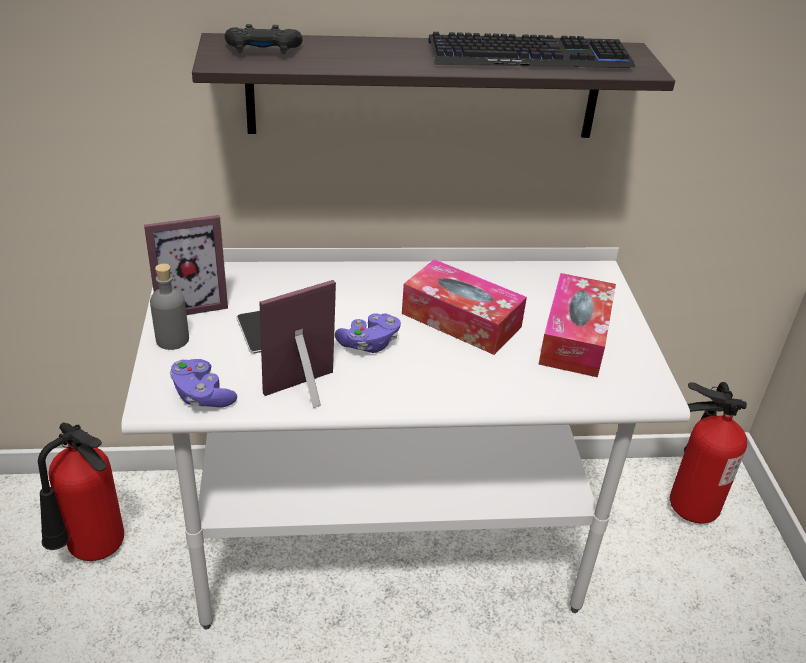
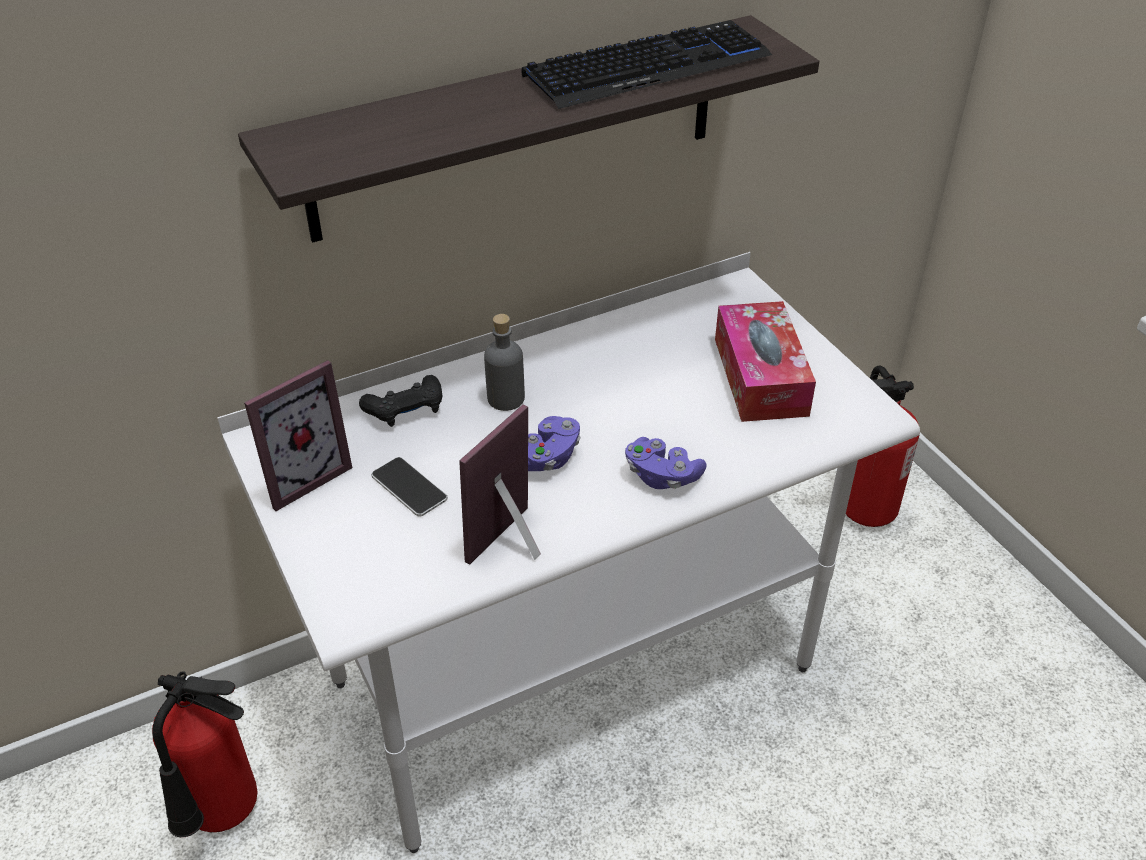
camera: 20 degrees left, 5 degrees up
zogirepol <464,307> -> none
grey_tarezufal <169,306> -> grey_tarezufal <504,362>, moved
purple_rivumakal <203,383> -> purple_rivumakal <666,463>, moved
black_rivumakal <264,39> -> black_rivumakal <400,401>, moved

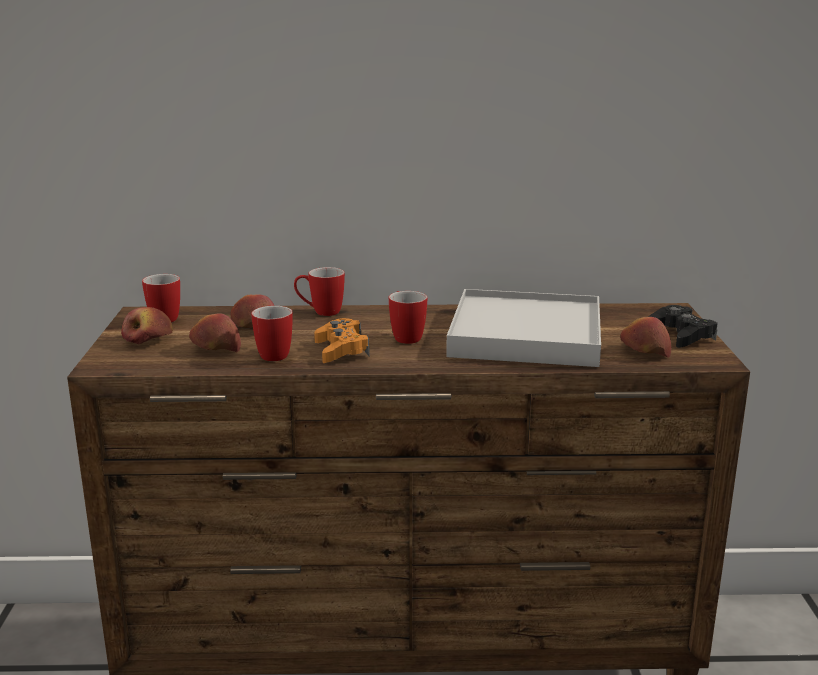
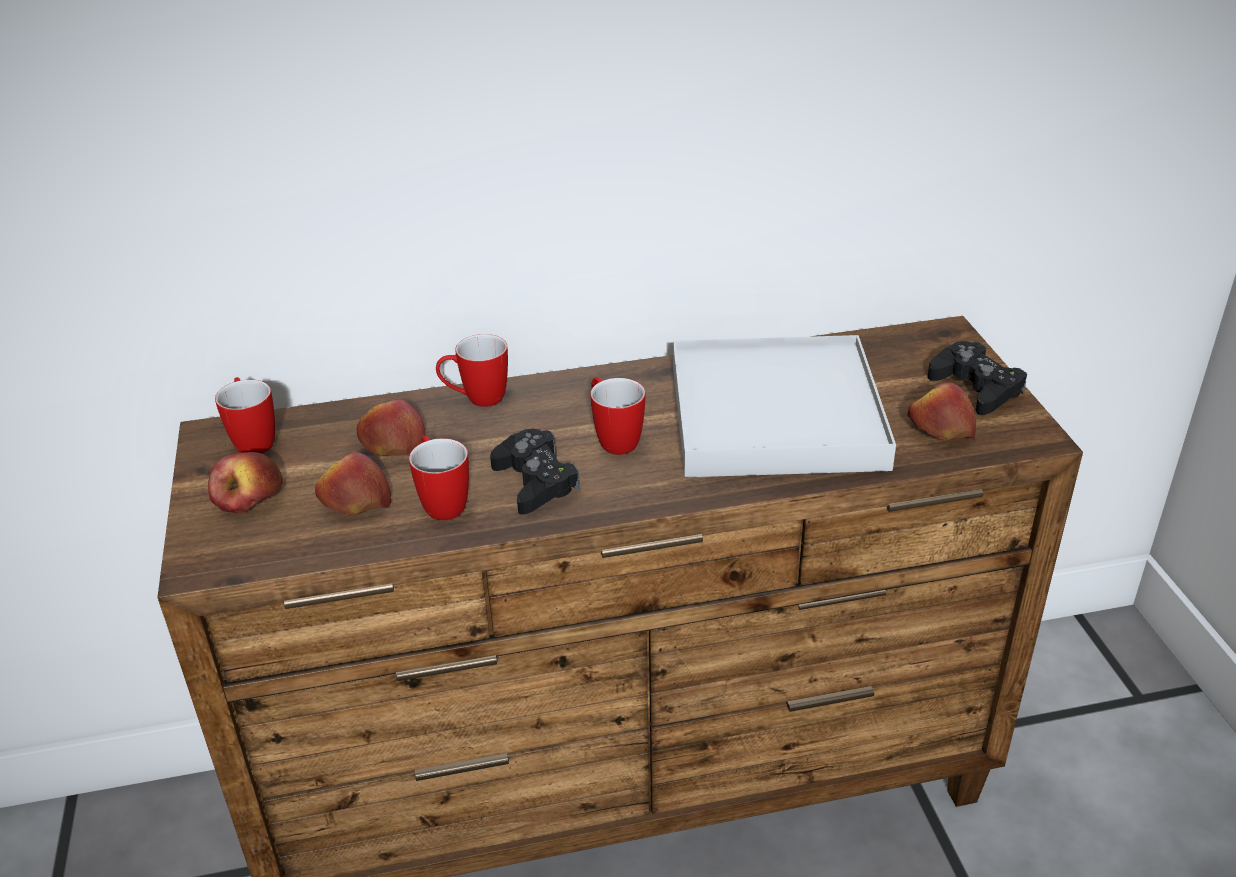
camera: 10 degrees left, 15 degrees up
orange_rivumakal <342,340> -> black_rivumakal <535,472>

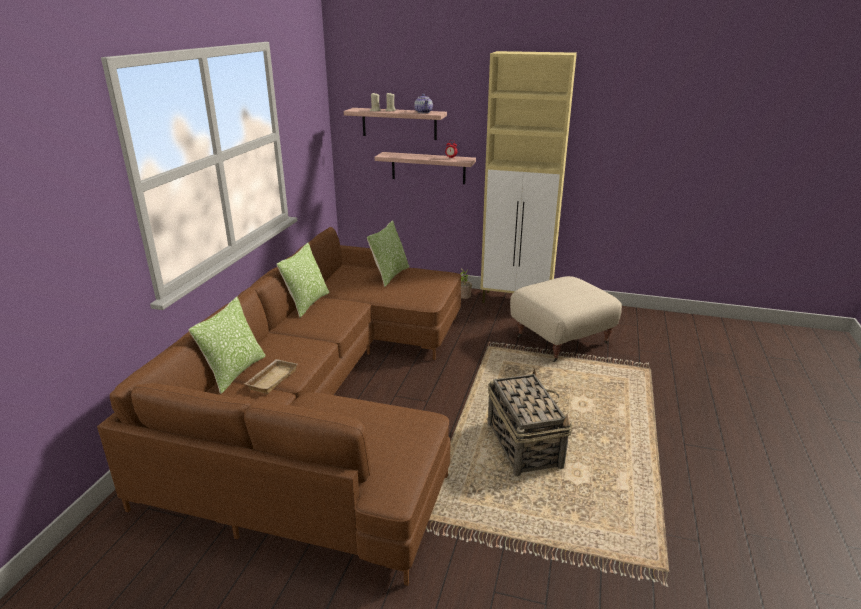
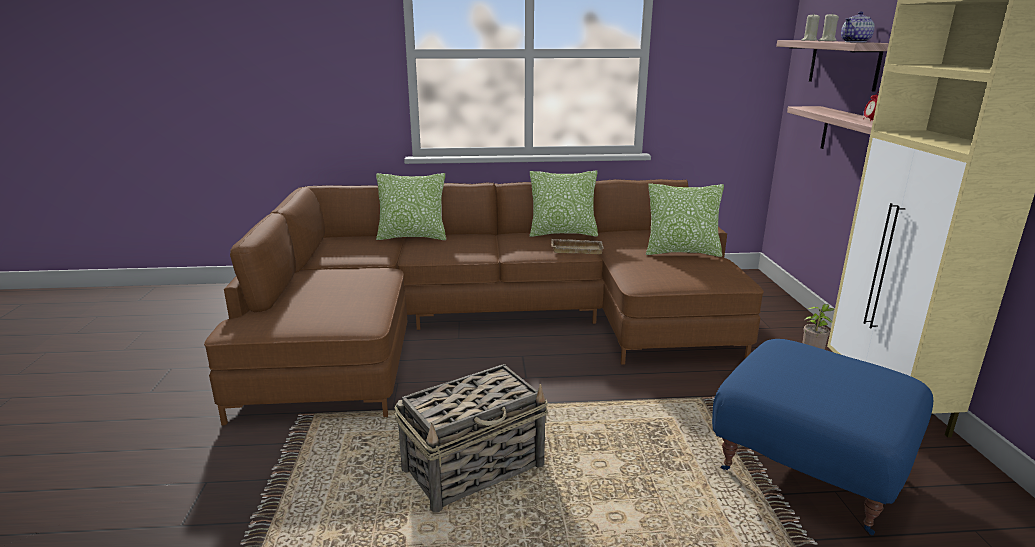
camera: 70 degrees right, 5 degrees down
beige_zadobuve <270,376> -> beige_zadobuve <577,246>, moved
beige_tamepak <566,319> -> blue_tamepak <822,437>

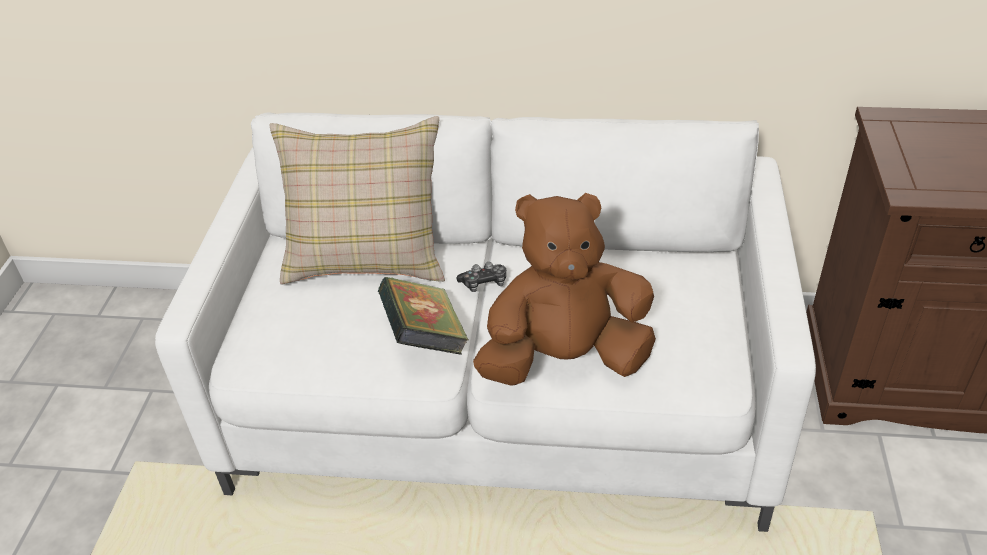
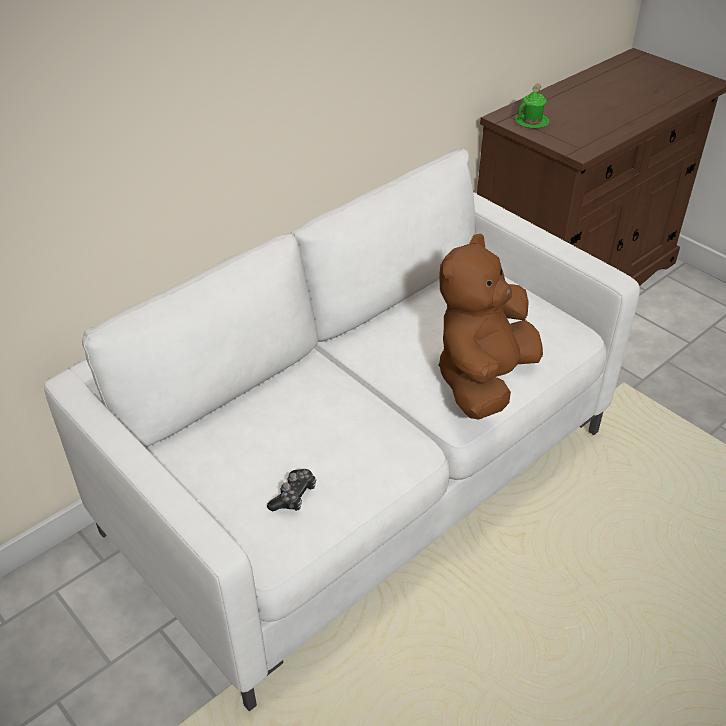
camera: 50 degrees left, 0 degrees up
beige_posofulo <357,200> -> none
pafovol <423,316> -> none
none -> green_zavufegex <532,106>
rivumakal <481,277> -> rivumakal <291,490>, moved

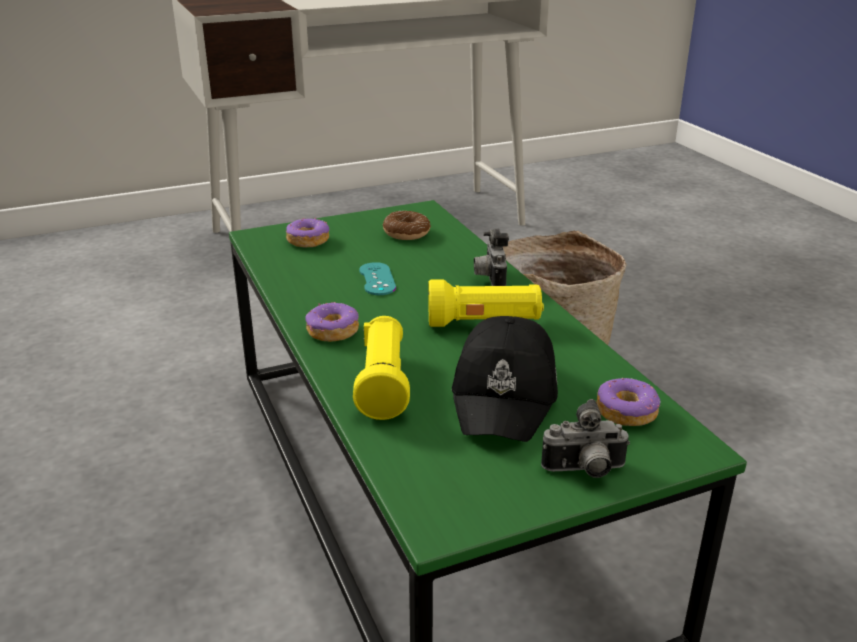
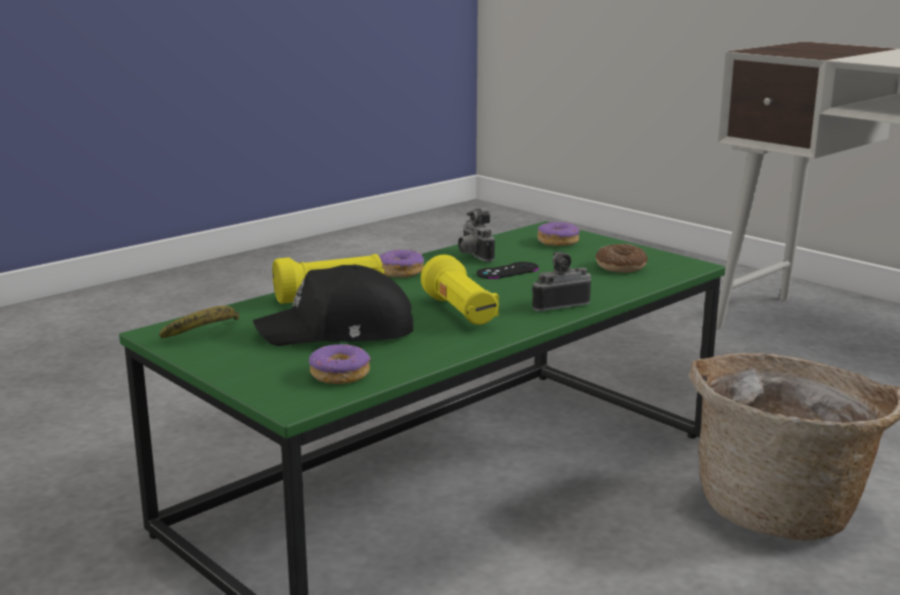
camera: 70 degrees right, 10 degrees down
none -> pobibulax <199,322>
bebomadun <585,438> -> bebomadun <476,235>, moved
turquoise_rivumakal <377,278> -> black_rivumakal <507,270>

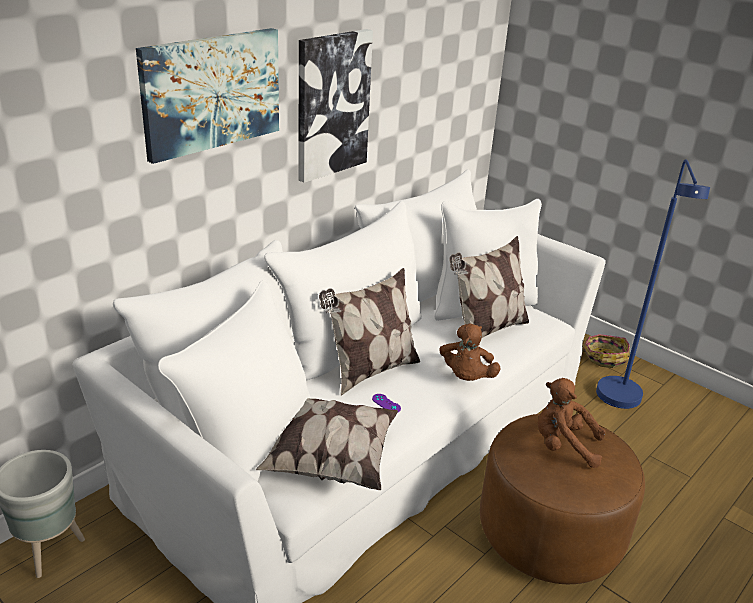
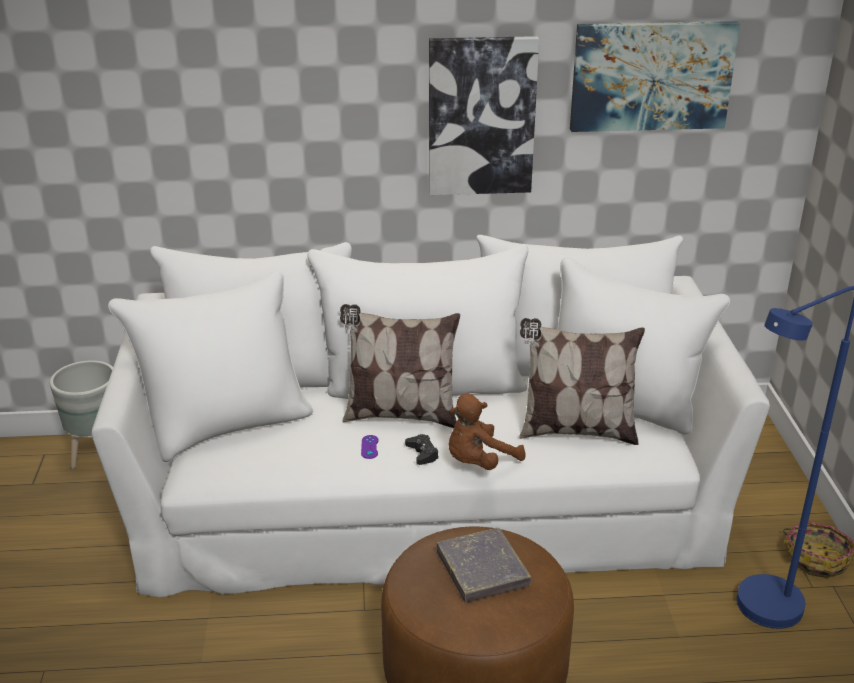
camera: 45 degrees right, 0 degrees up
posofulo <327,444> -> none
none -> black_rivumakal <422,449>
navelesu <207,96> -> navelesu <655,76>, moved
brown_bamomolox <572,423> -> grey_pafovol <483,565>

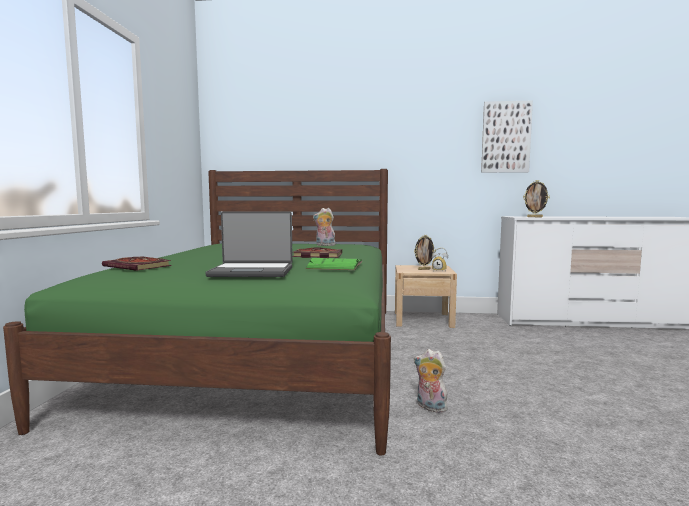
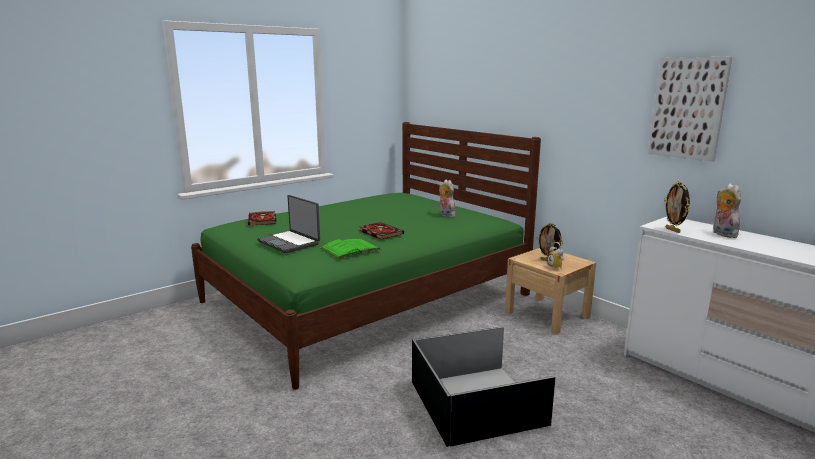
camera: 45 degrees right, 10 degrees up
none -> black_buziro <484,386>
bamomolox <431,381> -> bamomolox <727,211>, moved

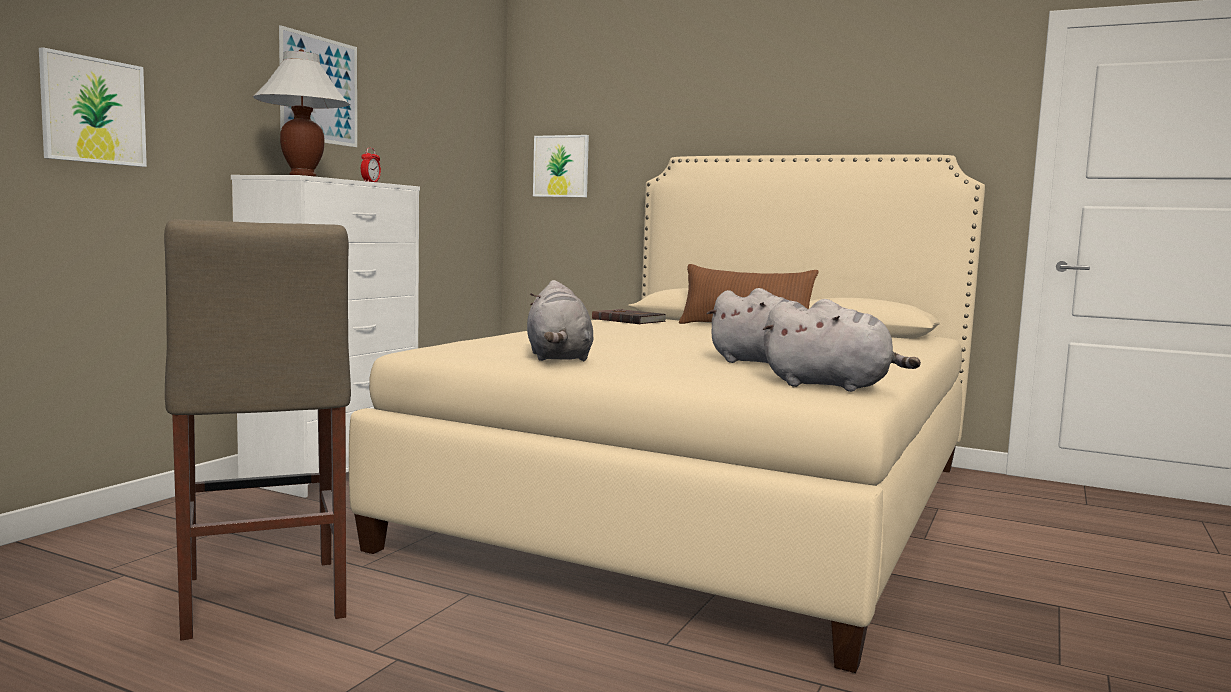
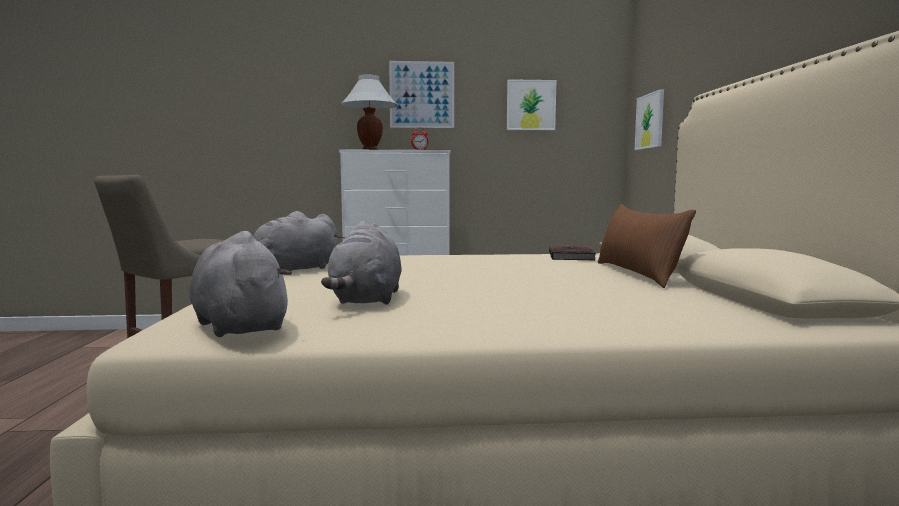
camera: 60 degrees right, 0 degrees up
navelesu <93,107> -> navelesu <531,104>, moved
grey_bamomolox <842,345> -> grey_bamomolox <241,284>, 150 degrees clockwise

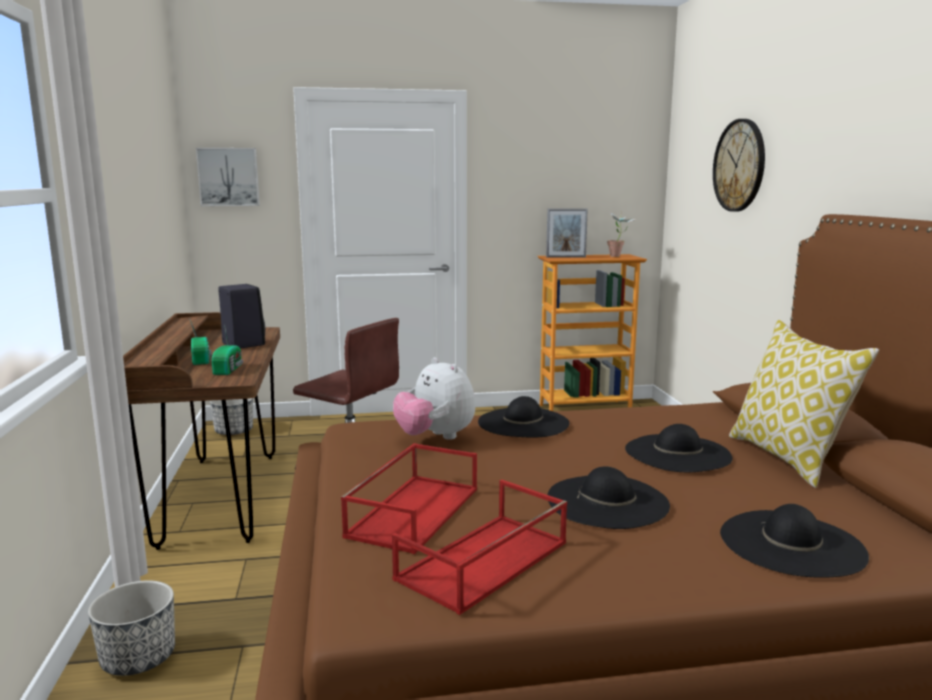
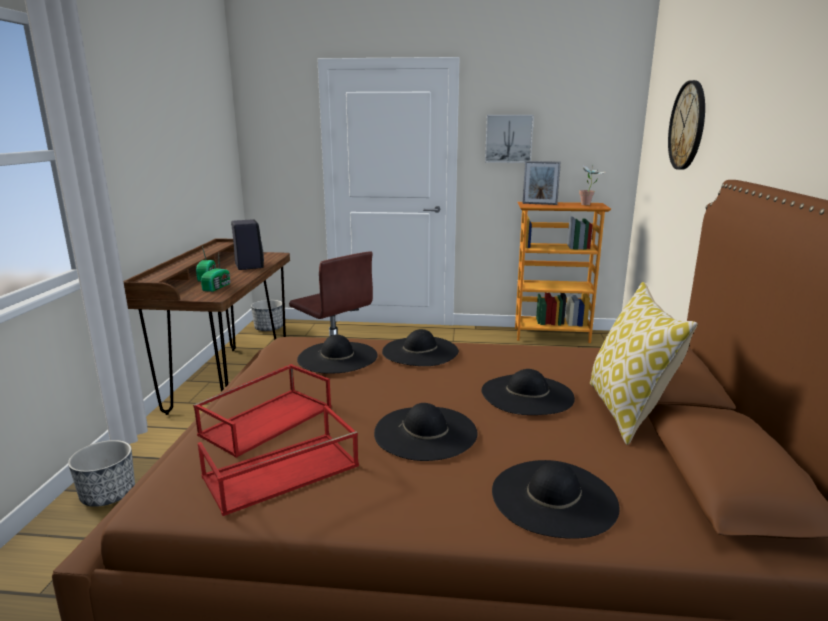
camera: 15 degrees right, 5 degrees up
navelesu <228,177> -> navelesu <509,139>, moved
bamomolox <434,398> -> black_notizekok <337,353>

